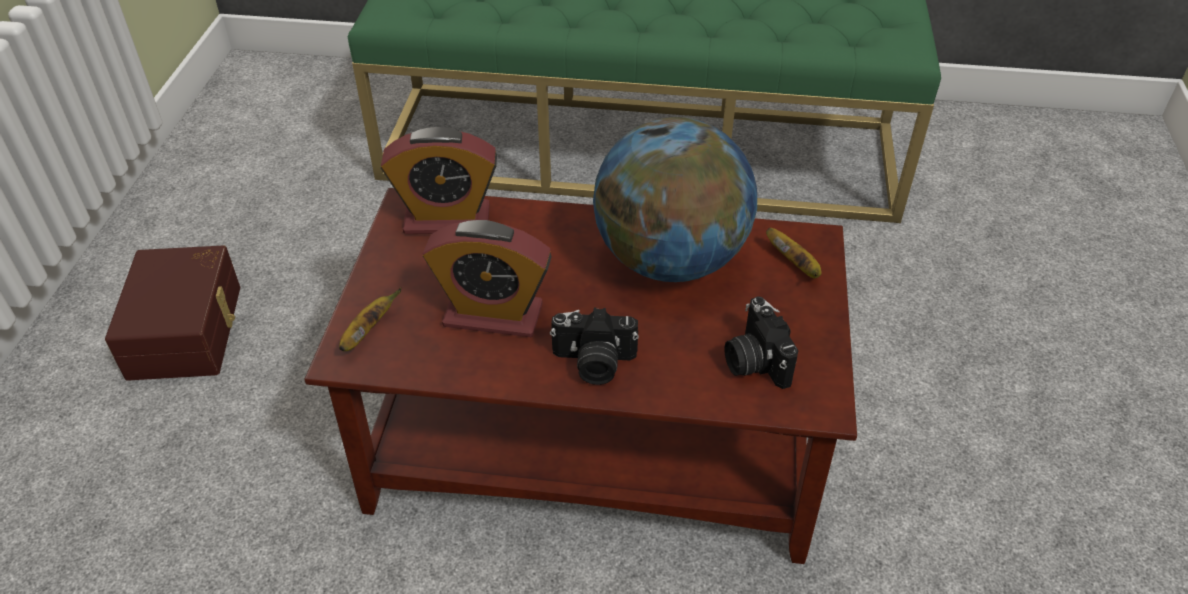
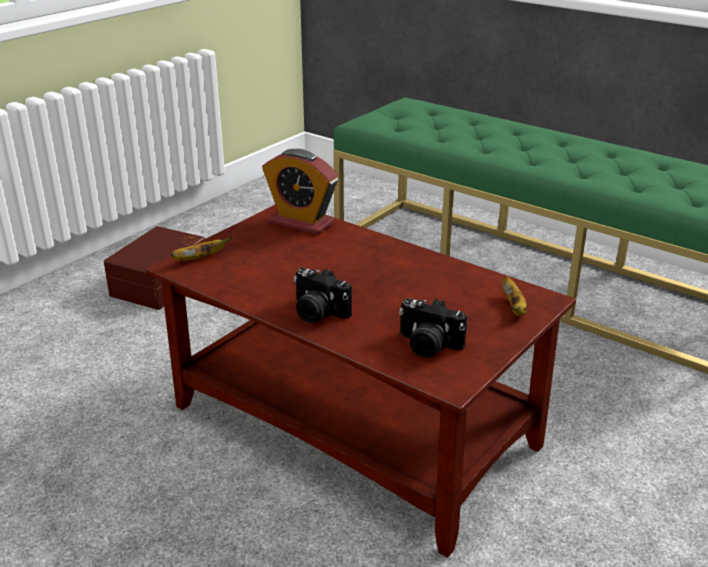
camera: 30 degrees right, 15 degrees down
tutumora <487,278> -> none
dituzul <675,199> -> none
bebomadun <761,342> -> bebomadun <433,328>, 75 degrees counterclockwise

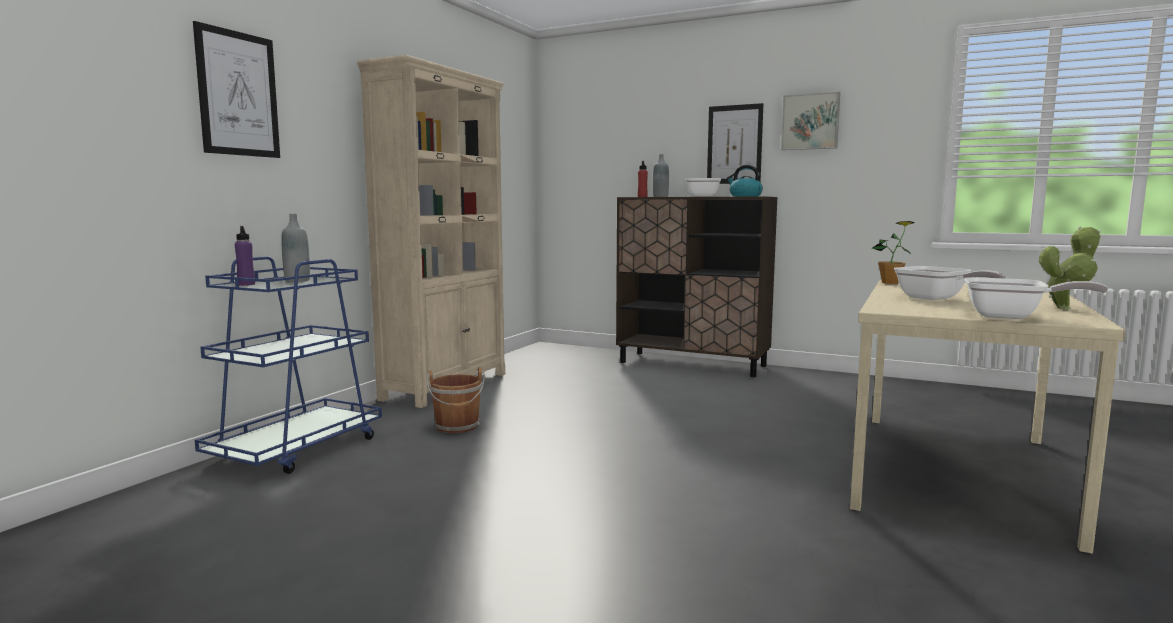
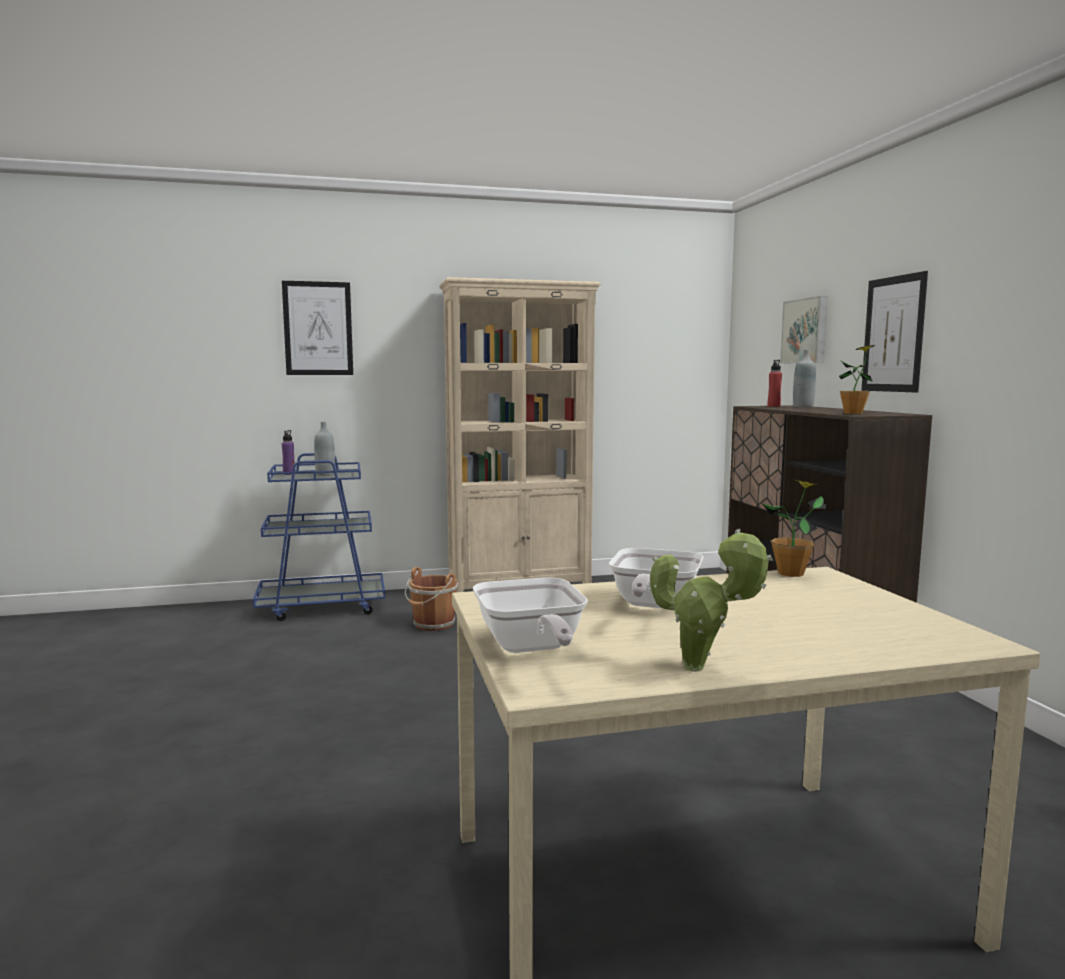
camera: 50 degrees right, 0 degrees up
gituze <703,187> -> none
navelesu <810,121> -> navelesu <804,329>, moved
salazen <744,181> -> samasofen <857,379>

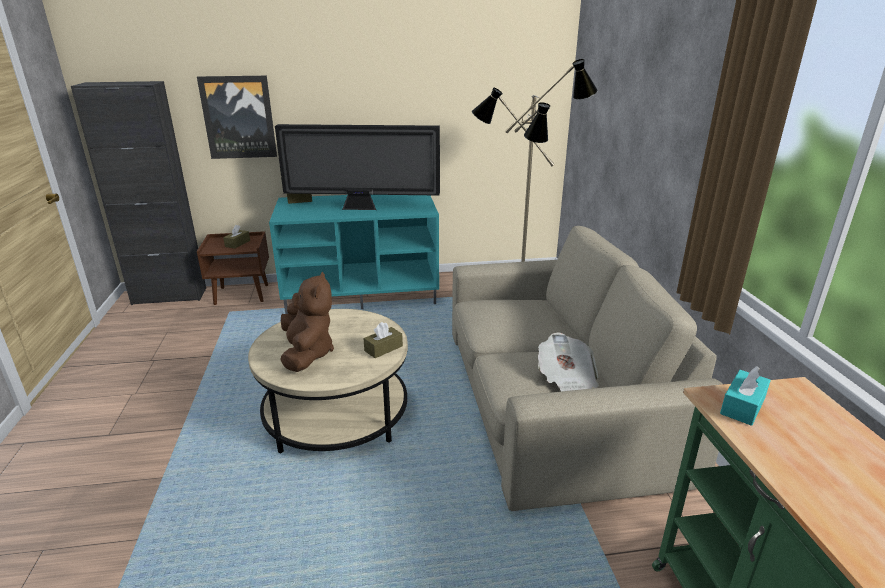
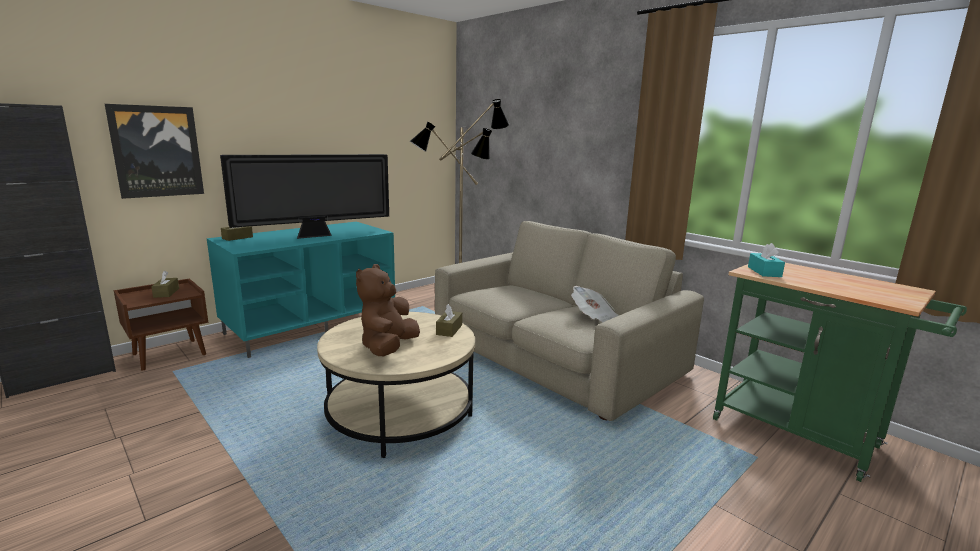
camera: 35 degrees left, 10 degrees down
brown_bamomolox <307,322> -> brown_bamomolox <388,310>, 120 degrees counterclockwise

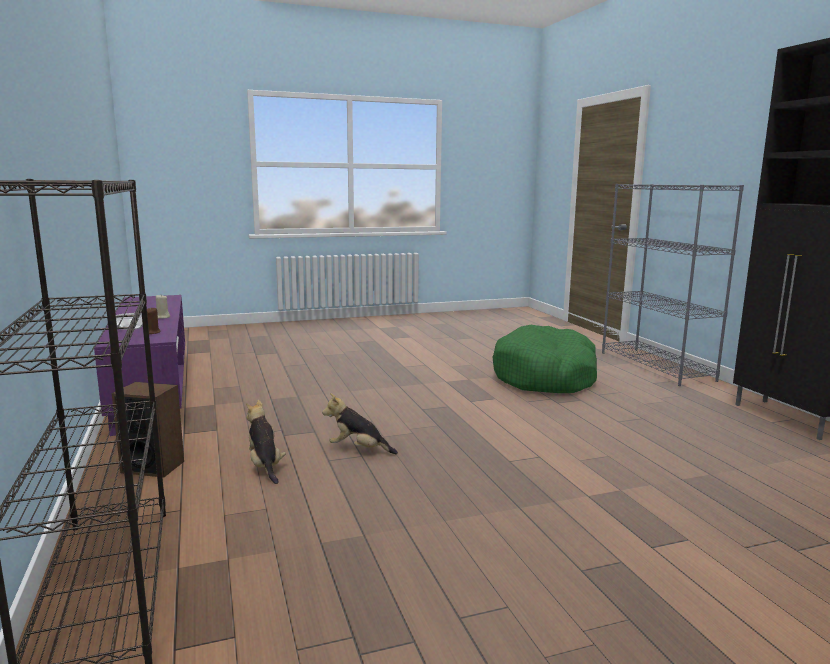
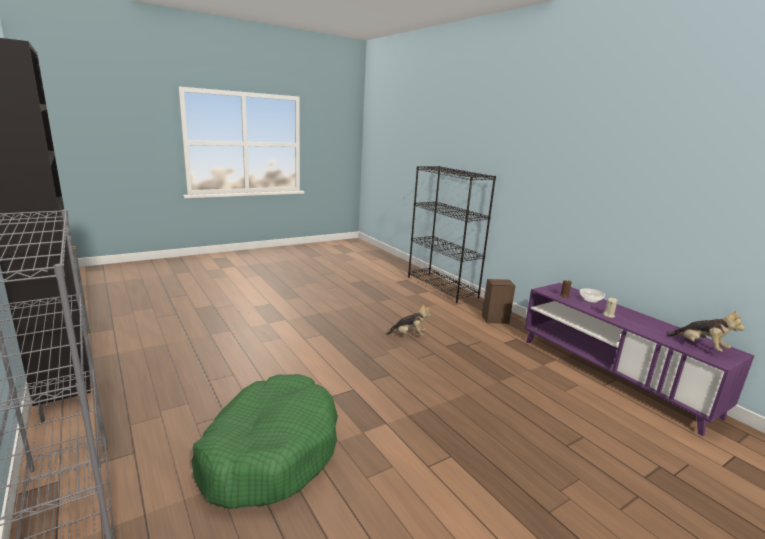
camera: 165 degrees right, 5 degrees up
bamomolox <266,442> -> bamomolox <705,331>, moved

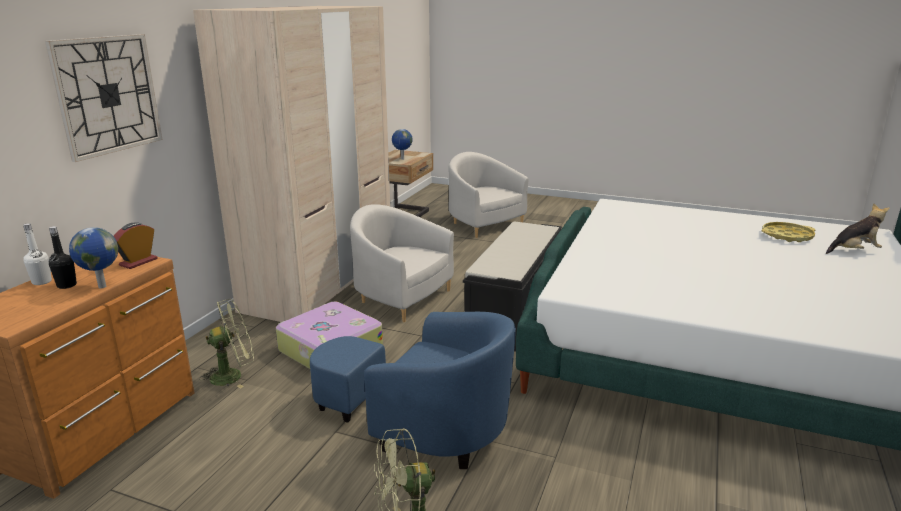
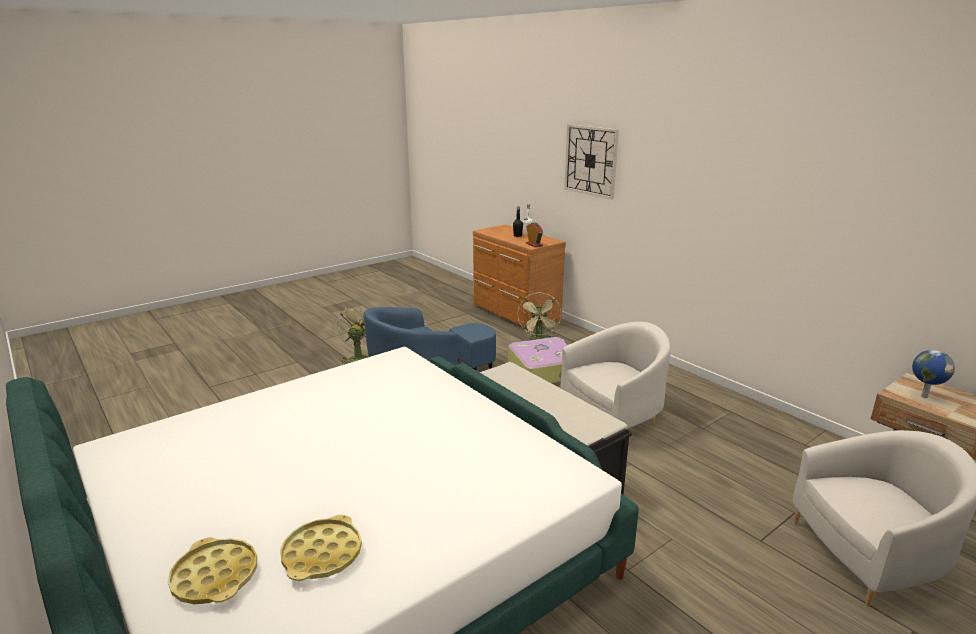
camera: 120 degrees right, 0 degrees up
dituzul <93,258> -> none
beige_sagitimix <291,164> -> none
bamomolox <858,228> -> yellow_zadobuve <212,570>

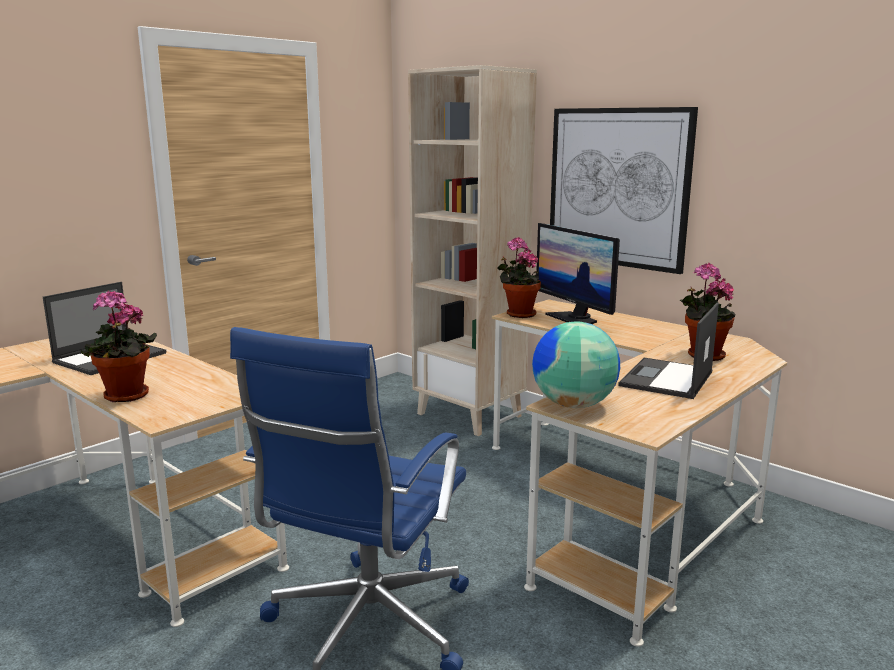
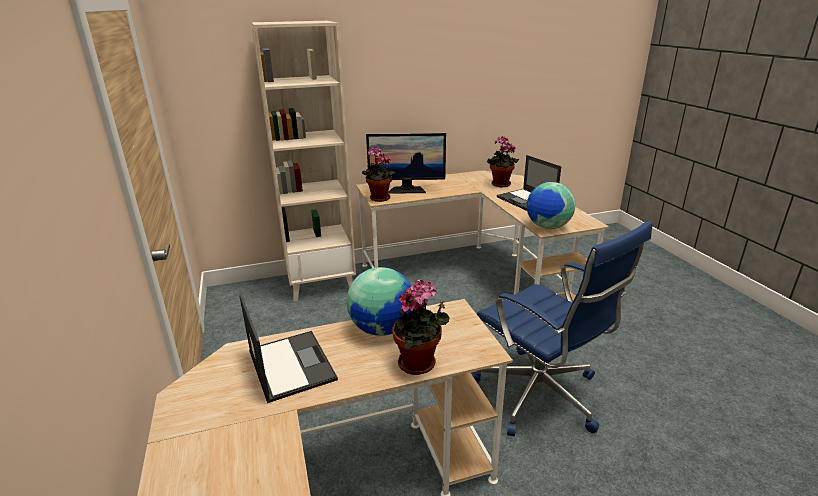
camera: 60 degrees left, 10 degrees up
navelesu <624,190> -> none
none -> dituzul <380,301>

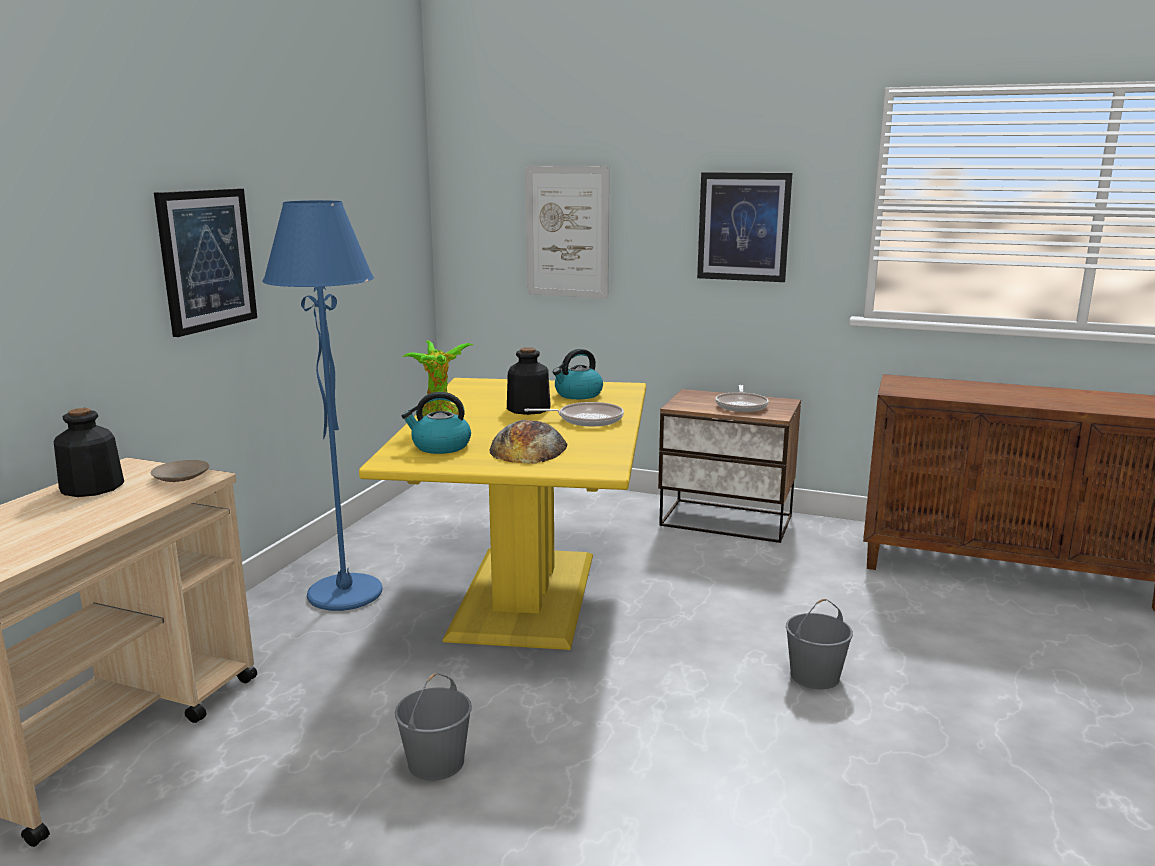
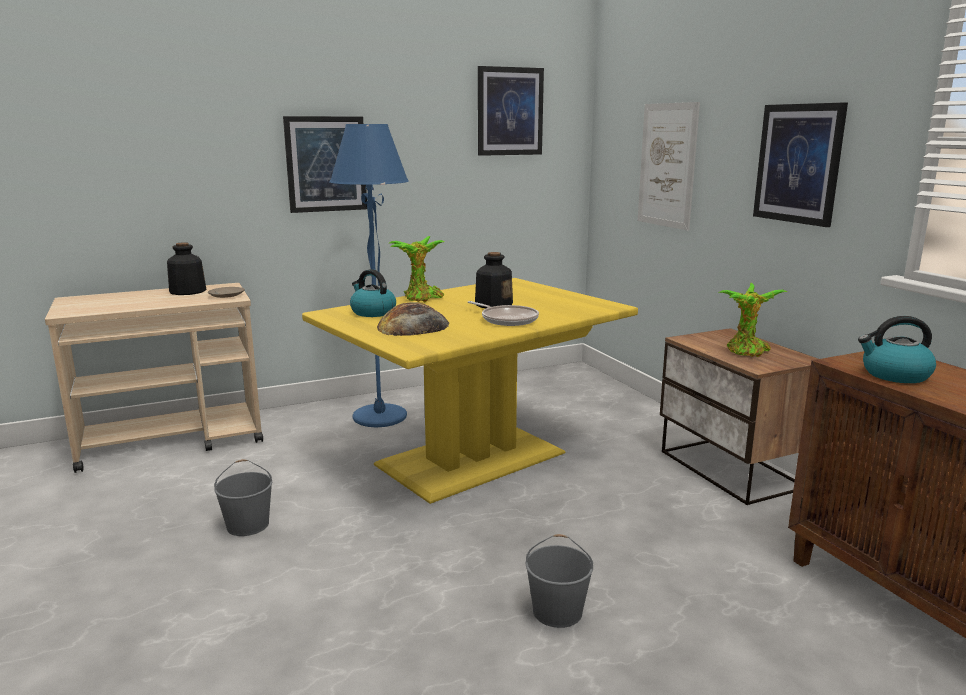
camera: 45 degrees right, 0 degrees up
none -> navelesu <511,111>
salazen <578,374> -> salazen <897,349>, moved
gituze <742,398> -> samasofen <753,320>

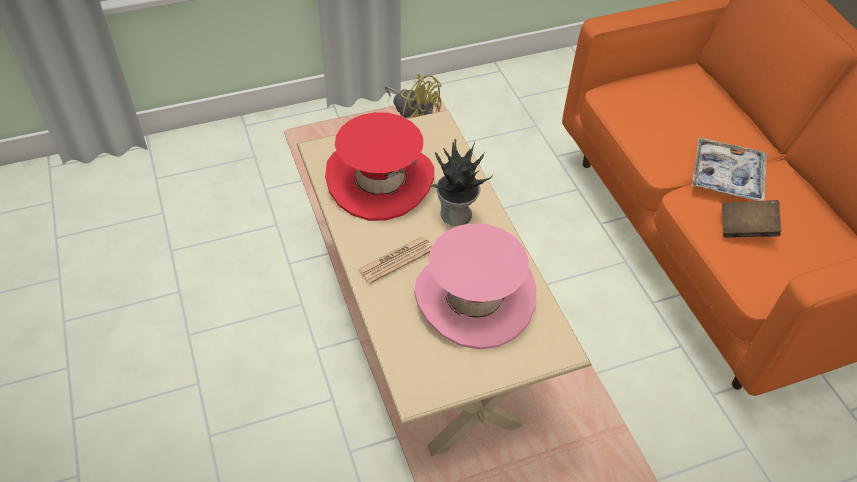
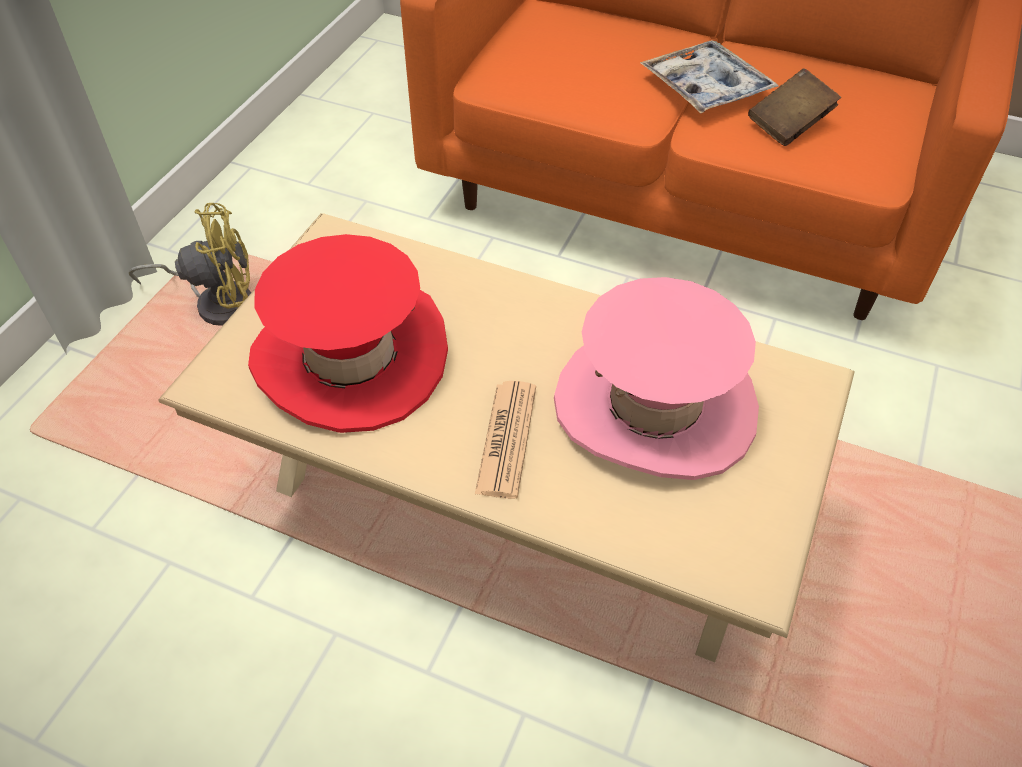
camera: 45 degrees left, 0 degrees up
samasofen <460,182> -> none

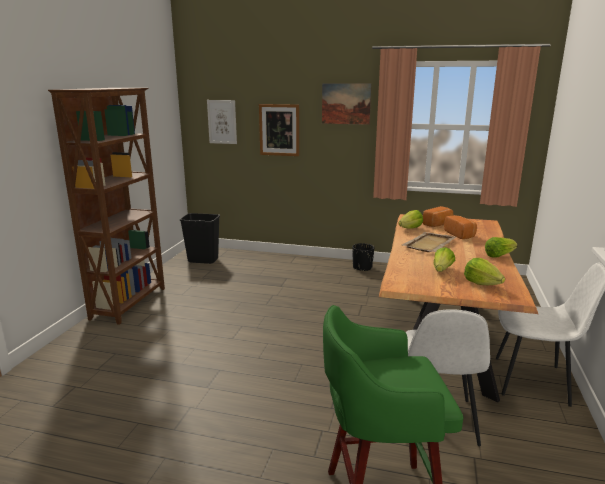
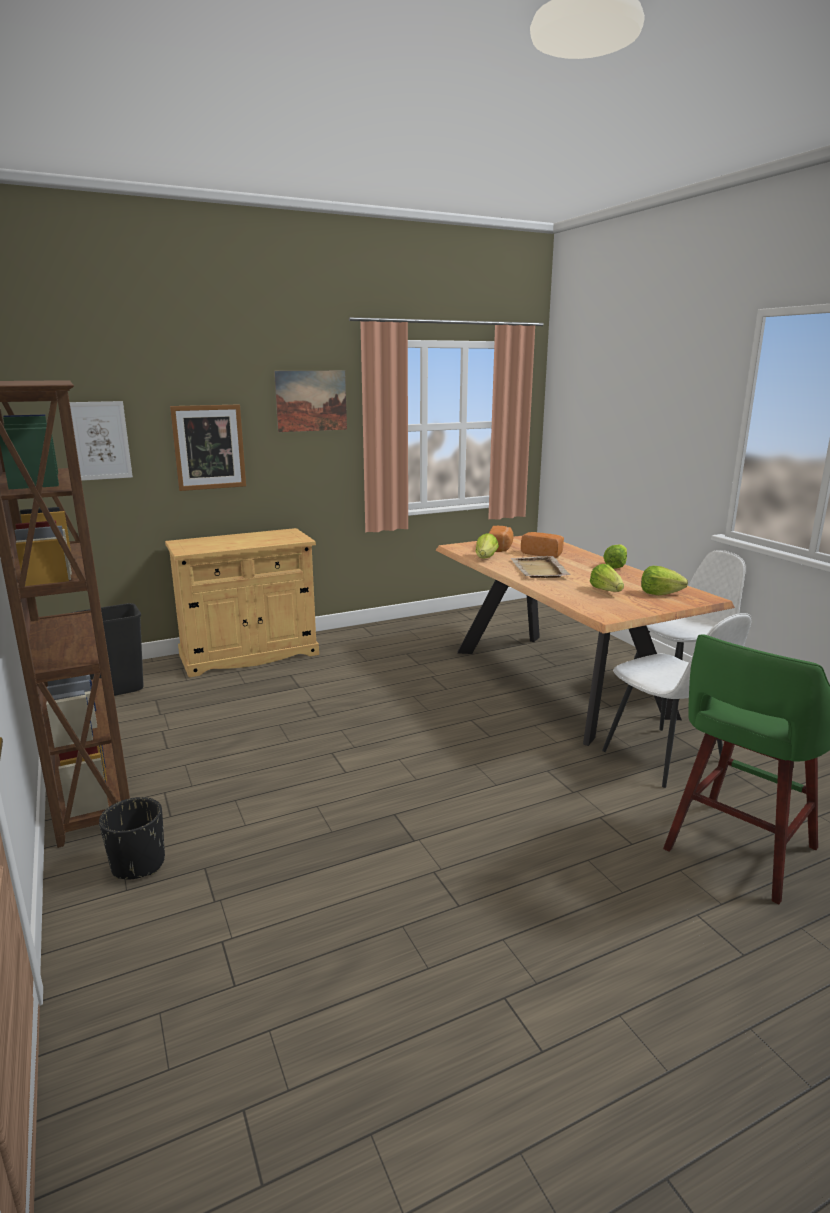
camera: 40 degrees left, 0 degrees up
none -> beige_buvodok <242,603>
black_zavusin <363,257> -> black_zavusin <132,838>, moved

